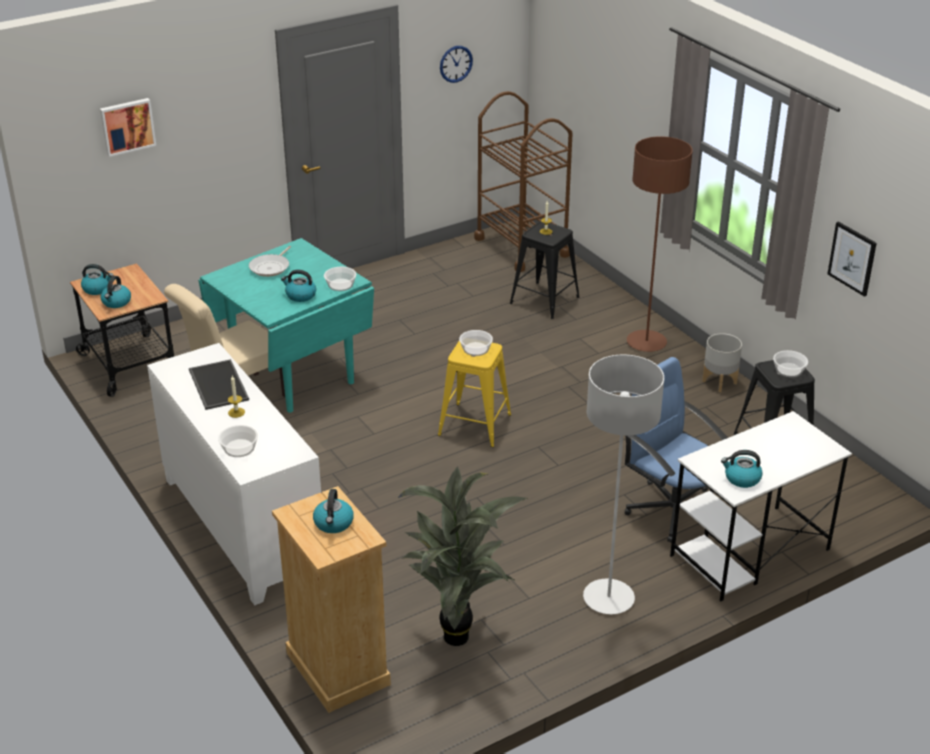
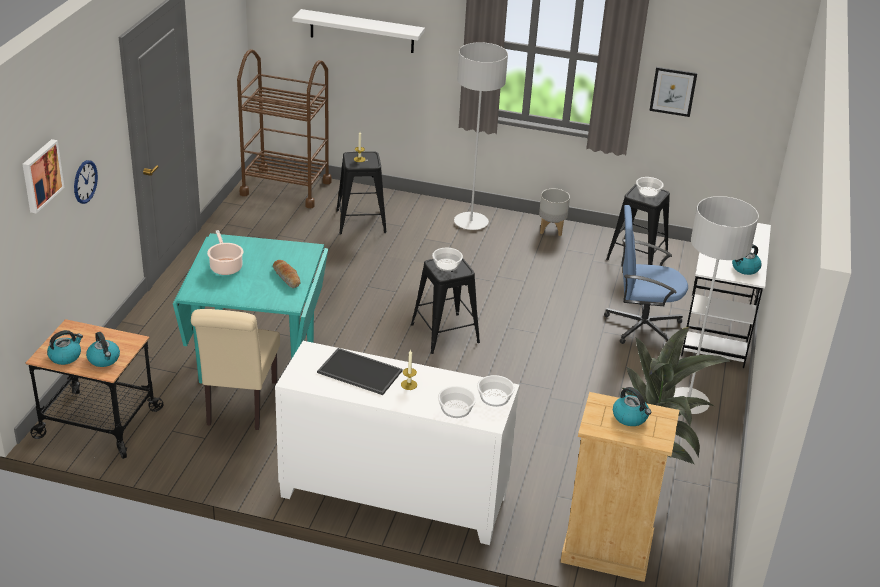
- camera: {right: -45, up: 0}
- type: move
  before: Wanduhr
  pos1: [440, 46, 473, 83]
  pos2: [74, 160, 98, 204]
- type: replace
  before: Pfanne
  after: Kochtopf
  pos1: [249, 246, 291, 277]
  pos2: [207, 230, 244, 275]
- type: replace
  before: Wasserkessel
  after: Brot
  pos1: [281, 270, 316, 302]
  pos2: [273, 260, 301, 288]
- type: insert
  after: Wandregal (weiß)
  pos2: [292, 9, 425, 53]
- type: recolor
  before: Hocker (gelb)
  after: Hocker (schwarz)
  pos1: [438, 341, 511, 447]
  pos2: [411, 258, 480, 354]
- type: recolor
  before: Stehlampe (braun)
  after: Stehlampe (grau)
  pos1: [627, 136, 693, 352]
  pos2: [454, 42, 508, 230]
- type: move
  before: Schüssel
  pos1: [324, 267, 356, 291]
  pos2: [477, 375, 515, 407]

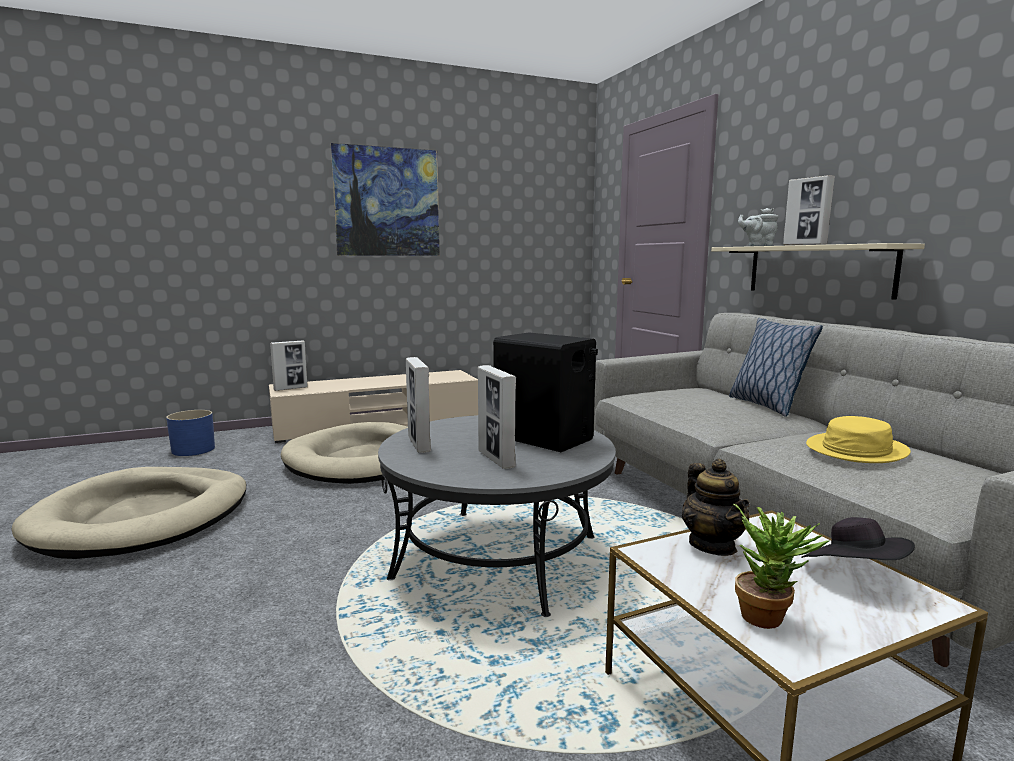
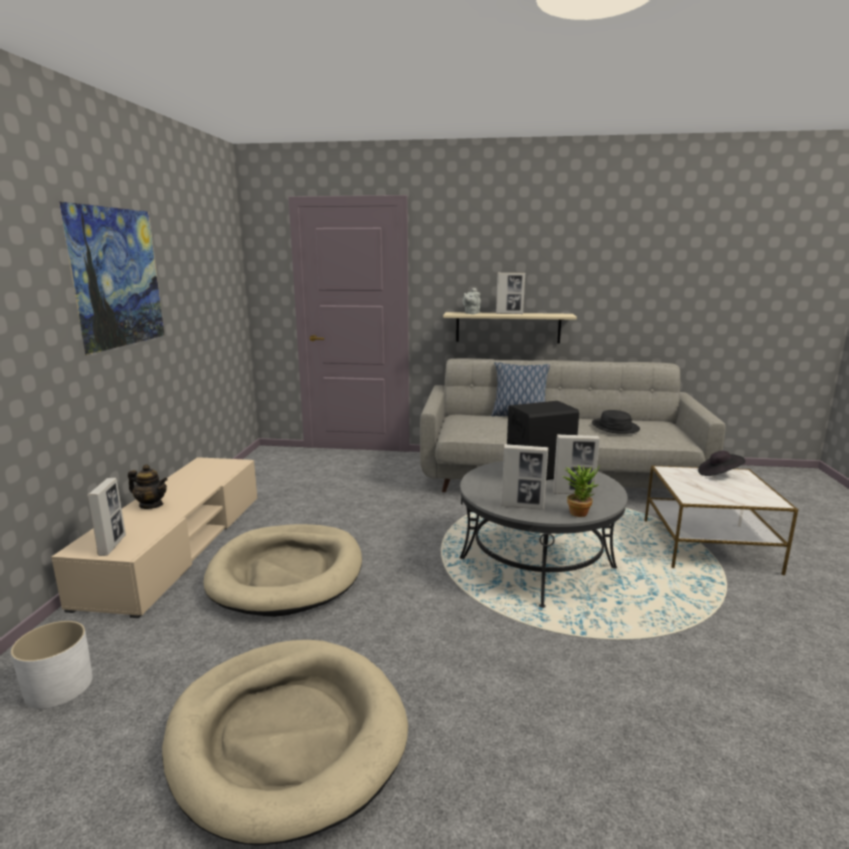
- camera: {right: -60, up: 5}
- type: recolor
  before: Pflanzkübel (blau)
  after: Pflanzkübel (weiß)
  pos1: [166, 410, 215, 456]
  pos2: [11, 621, 93, 709]
- type: move
  before: Teekanne
  pos1: [682, 459, 750, 556]
  pos2: [128, 464, 168, 509]
- type: move
  before: Topfpflanze
  pos1: [733, 504, 830, 629]
  pos2: [562, 465, 599, 517]
- type: recolor
  before: Hut (gelb)
  after: Hut (schwarz)
  pos1: [806, 416, 911, 463]
  pos2: [592, 410, 640, 434]

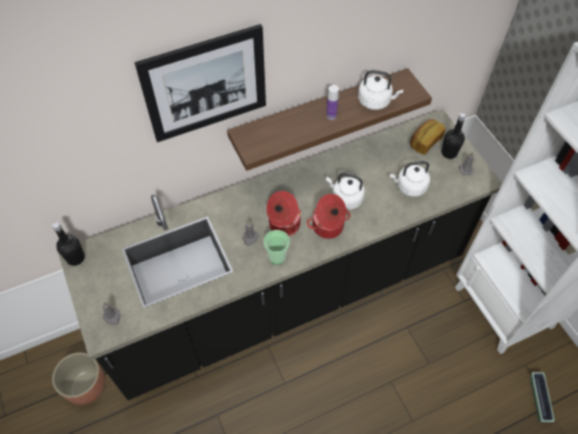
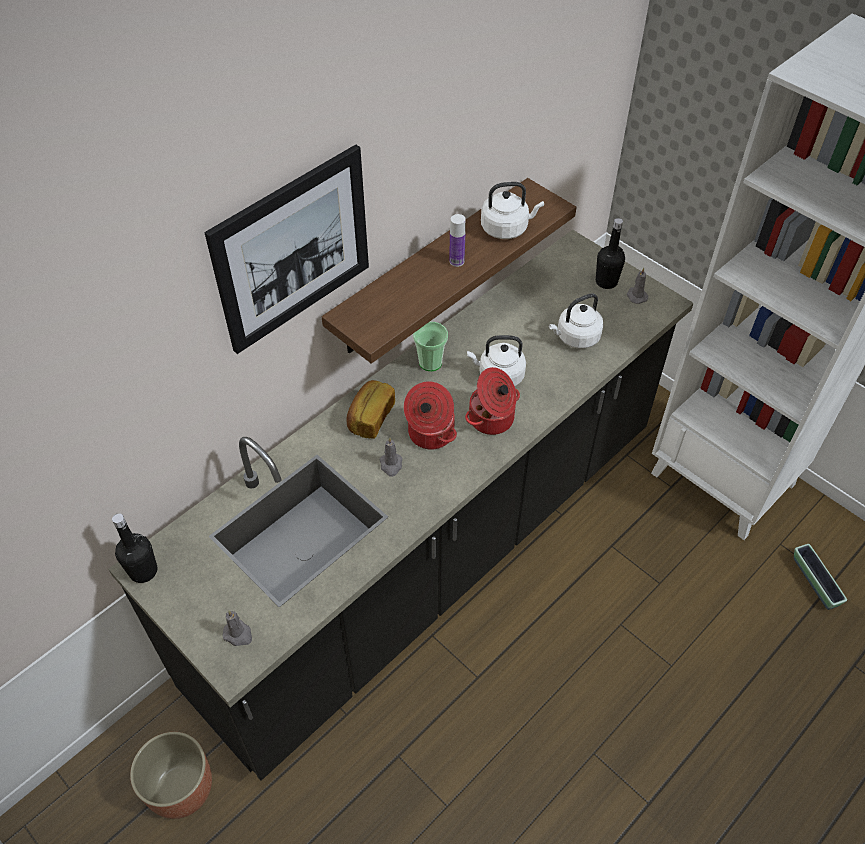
- camera: {right: -20, up: -5}
- type: move
  before: Brot
  pos1: [410, 119, 446, 155]
  pos2: [346, 380, 395, 439]
- type: move
  before: Tasse
  pos1: [264, 230, 290, 264]
  pos2: [413, 322, 448, 371]

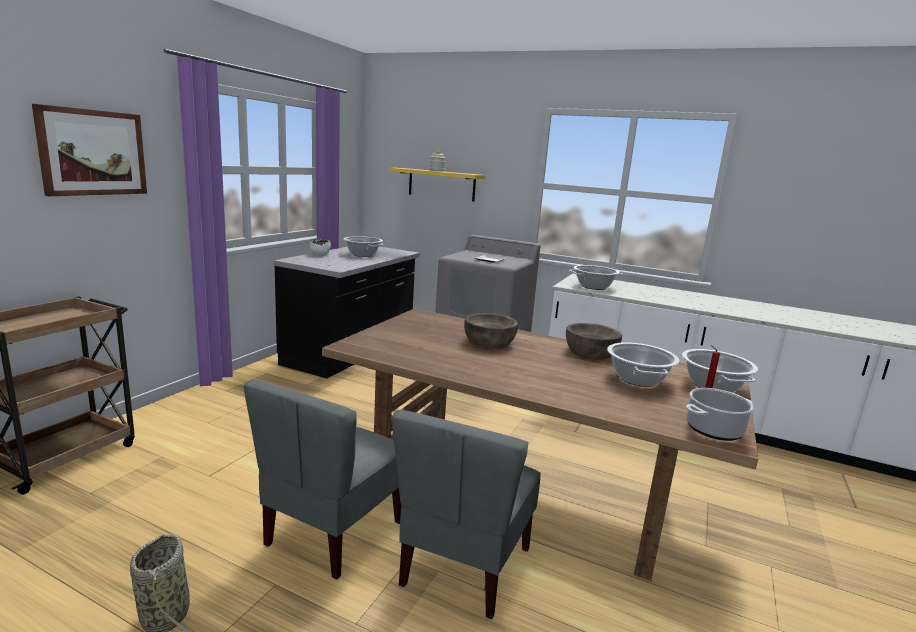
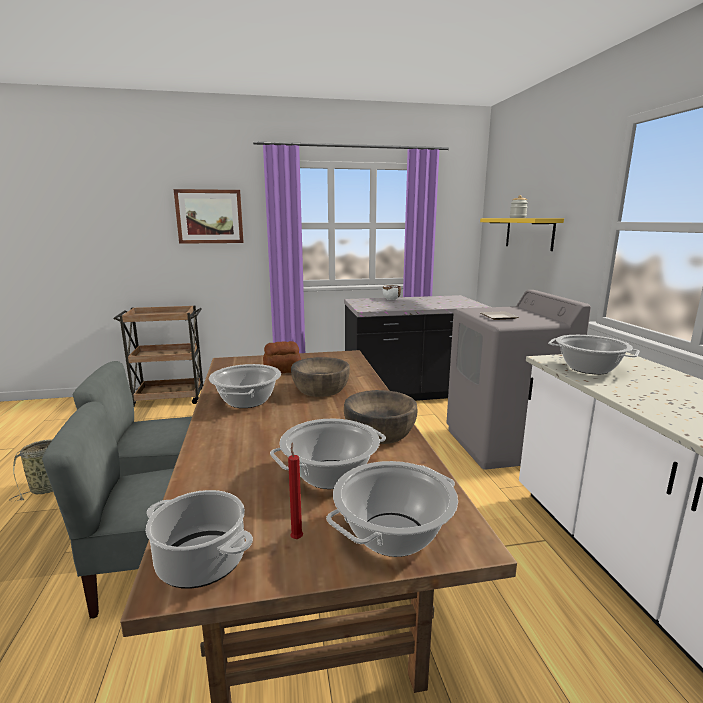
- camera: {right: 55, up: 0}
- type: move
  before: Kochtopf
  pos1: [343, 236, 384, 257]
  pos2: [209, 364, 281, 408]
- type: insert
  after: Brot
  pos2: [263, 341, 301, 374]

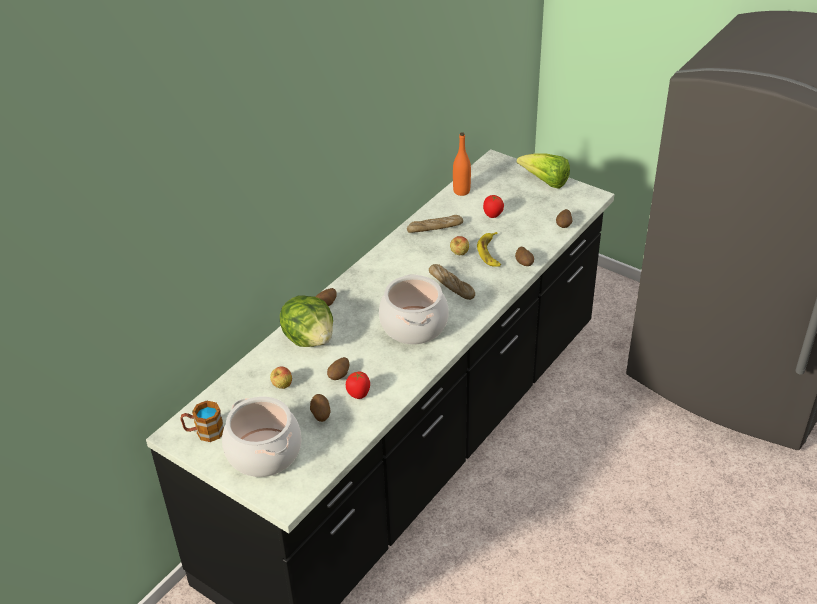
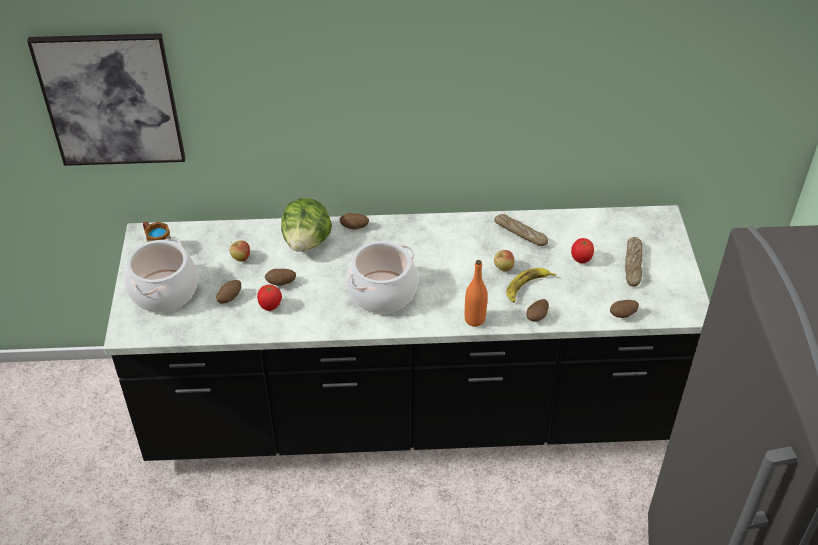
- camera: {right: 50, up: 5}
- type: insert
  after: Bild
  pos2: [27, 33, 185, 166]
- type: move
  before: Flasche (orange)
  pos1: [453, 132, 471, 196]
  pos2: [465, 260, 488, 327]
- type: move
  before: Brot
  pos1: [429, 264, 475, 300]
  pos2: [625, 237, 642, 287]
- type: delete
  before: Salatkopf
  pos1: [517, 153, 570, 189]

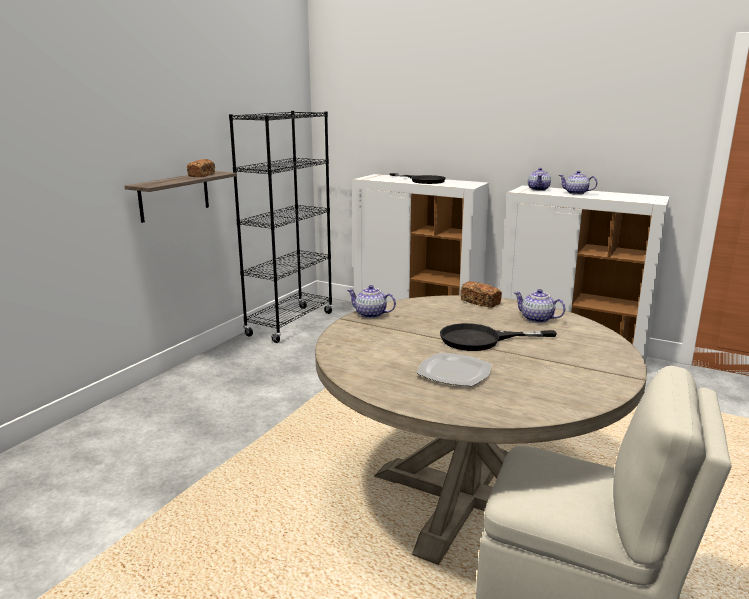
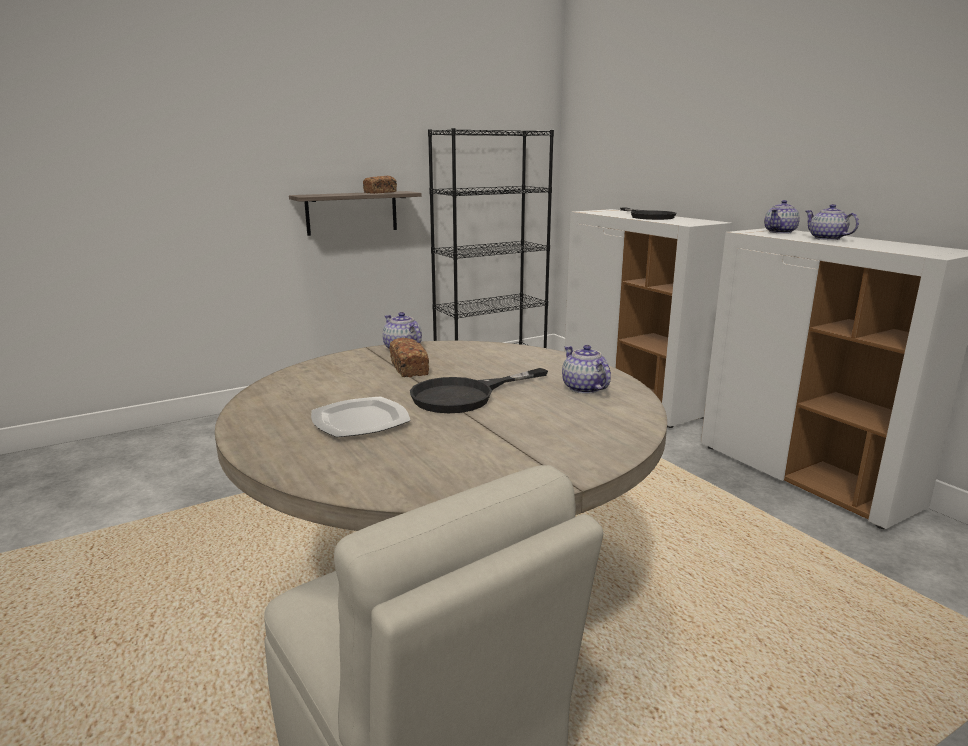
- camera: {right: 30, up: 0}
- type: move
  before: Brot
  pos1: [461, 281, 502, 308]
  pos2: [389, 338, 429, 377]
- type: rotate
  before: Pfanne (schwarz)
  pos1: [440, 323, 557, 351]
  pos2: [410, 368, 548, 413]
  turn: -60

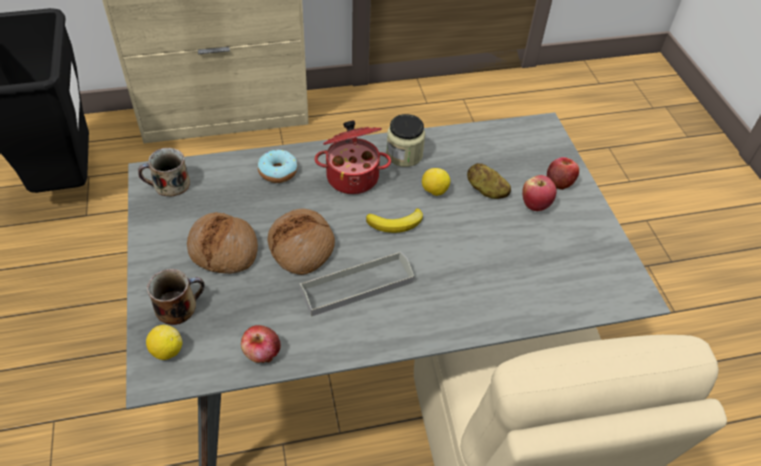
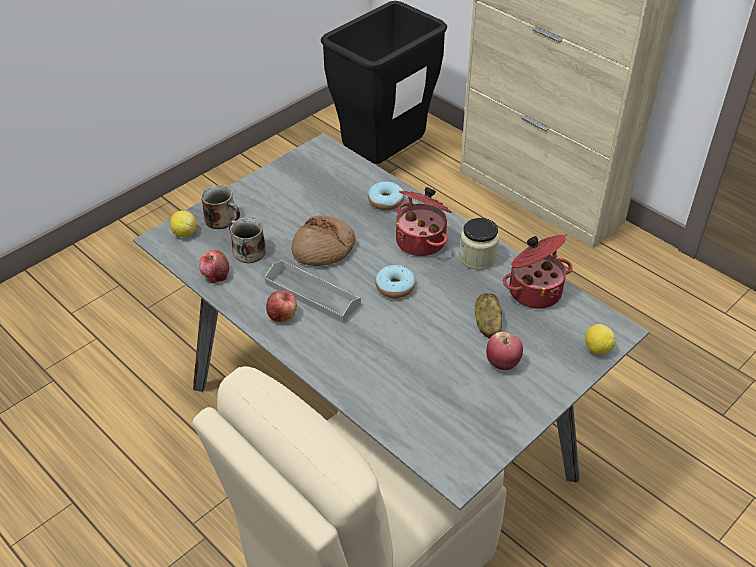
- camera: {right: 60, up: -5}
- type: move
  before: Henkelbecher
  pos1: [138, 148, 190, 197]
  pos2: [229, 217, 266, 263]
- type: move
  before: Apfel
  pos1: [547, 157, 579, 190]
  pos2: [266, 291, 297, 322]
- type: replace
  before: Banane
  after: Donut
  pos1: [366, 208, 423, 233]
  pos2: [375, 265, 415, 298]
- type: insert
  after: Kochtopf
  pos2: [503, 235, 573, 309]
- type: move
  before: Zitrone
  pos1: [422, 168, 450, 196]
  pos2: [585, 324, 615, 354]
- type: delete
  before: Brot
  pos1: [187, 212, 258, 274]

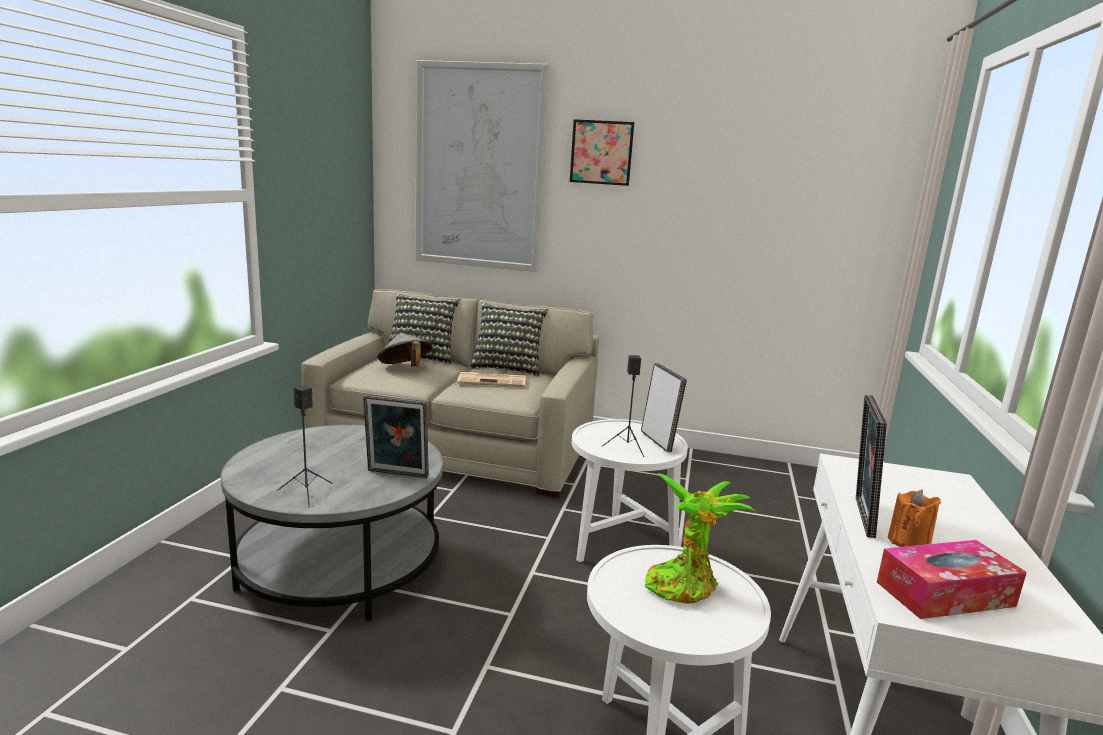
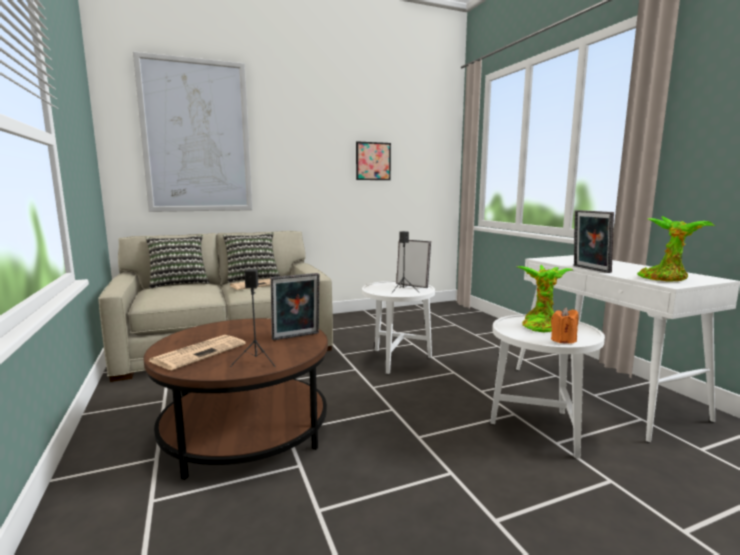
- camera: {right: -35, up: -5}
- type: recolor
  before: Couchtisch (grau)
  after: Couchtisch (braun)
  pos1: [221, 425, 443, 621]
  pos2: [143, 318, 328, 480]
- type: insert
  after: Zeitung
  pos2: [149, 335, 246, 370]
- type: move
  before: Bild
  pos1: [570, 119, 634, 186]
  pos2: [356, 141, 391, 180]
- type: move
  before: Kerze (orange)
  pos1: [888, 490, 941, 547]
  pos2: [551, 308, 579, 344]
- type: replace
  before: Taschentuchbox
  after: Topfpflanze
  pos1: [877, 540, 1027, 619]
  pos2: [637, 216, 715, 282]
- type: delete
  before: Hut (grau)
  pos1: [378, 333, 432, 367]

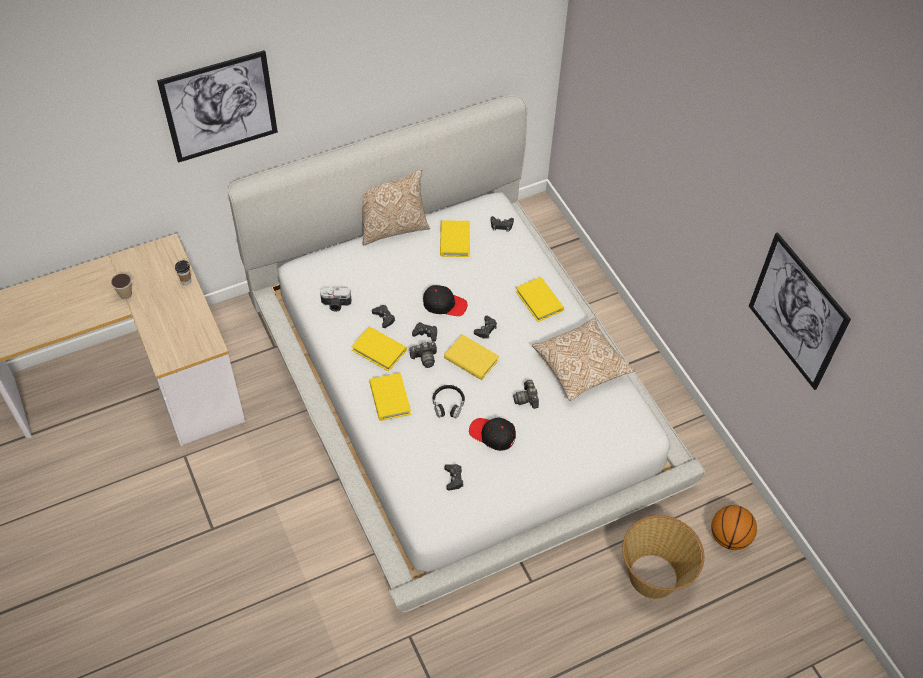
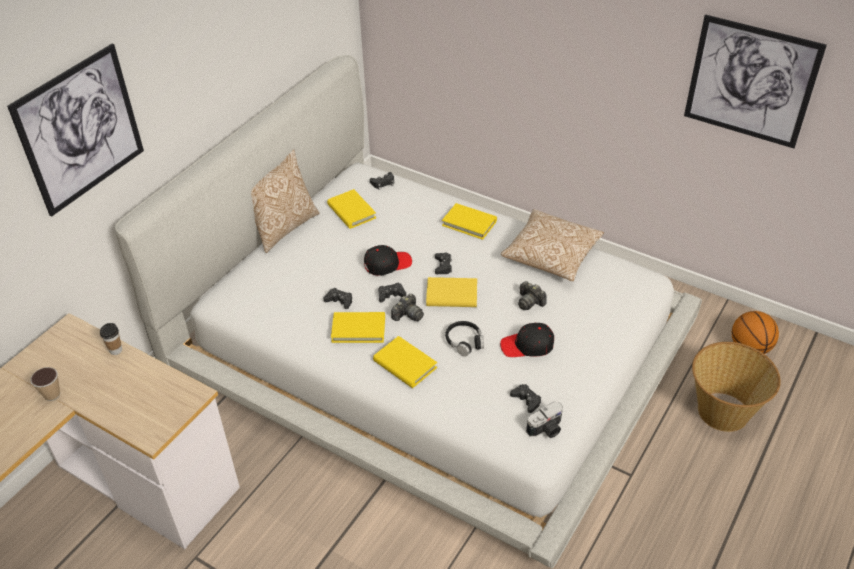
- camera: {right: -30, up: -10}
- type: move
  before: Kamera
  pos1: [320, 287, 352, 312]
  pos2: [526, 402, 563, 438]

